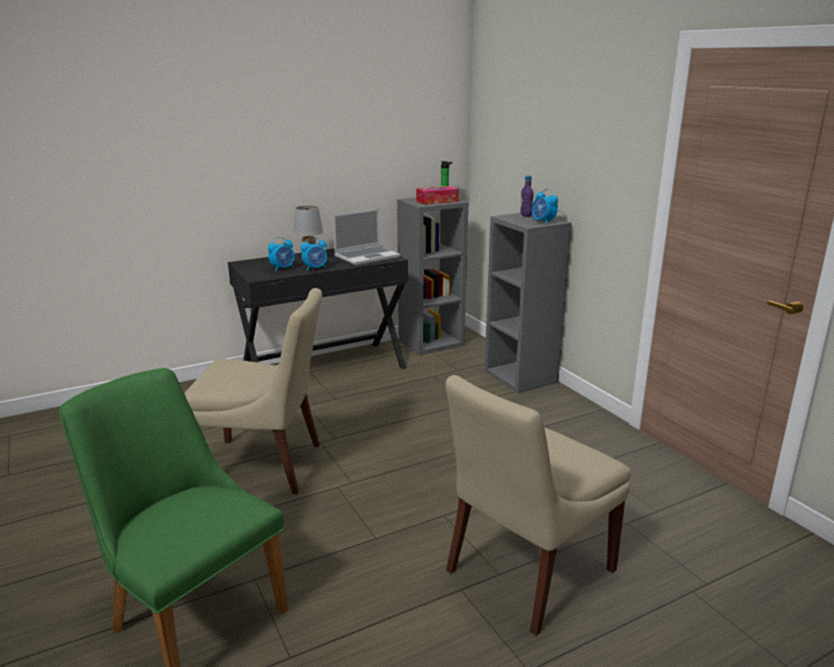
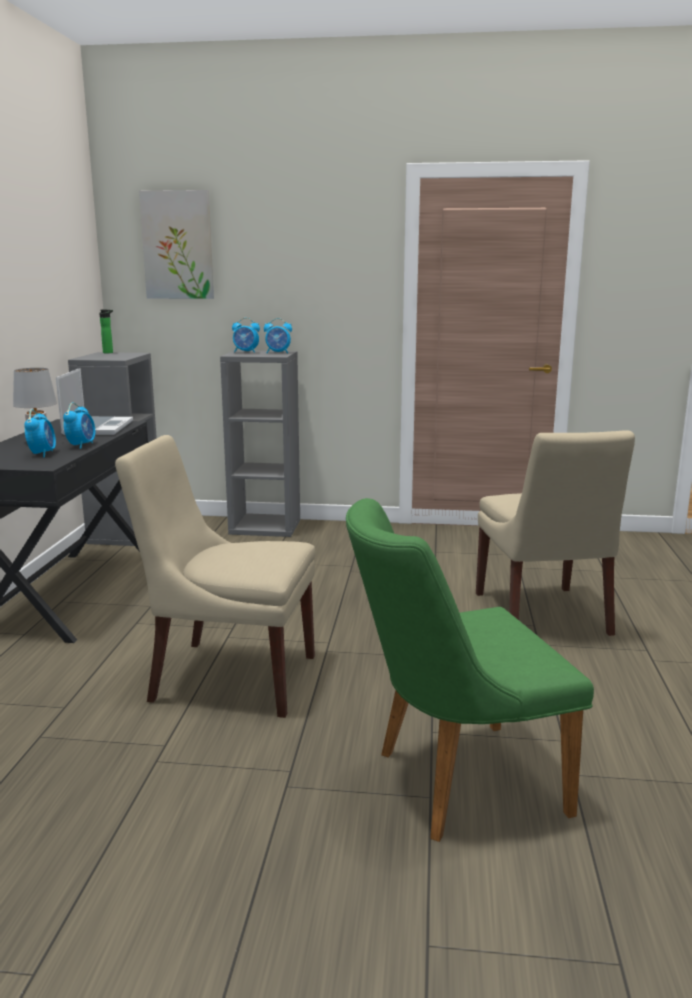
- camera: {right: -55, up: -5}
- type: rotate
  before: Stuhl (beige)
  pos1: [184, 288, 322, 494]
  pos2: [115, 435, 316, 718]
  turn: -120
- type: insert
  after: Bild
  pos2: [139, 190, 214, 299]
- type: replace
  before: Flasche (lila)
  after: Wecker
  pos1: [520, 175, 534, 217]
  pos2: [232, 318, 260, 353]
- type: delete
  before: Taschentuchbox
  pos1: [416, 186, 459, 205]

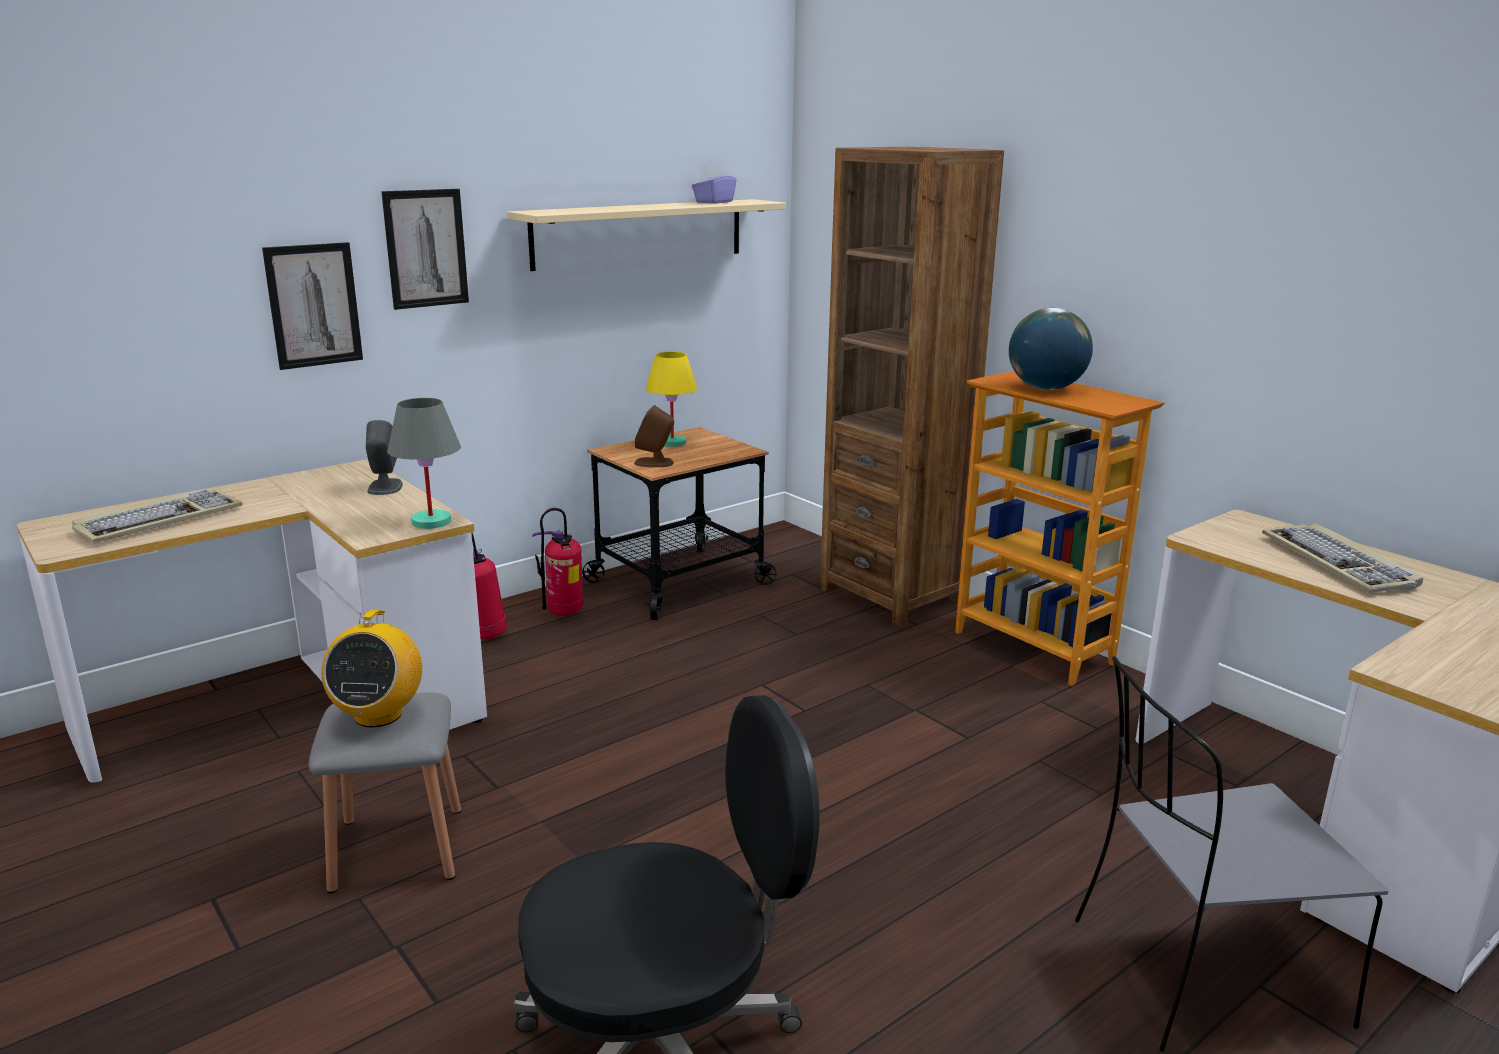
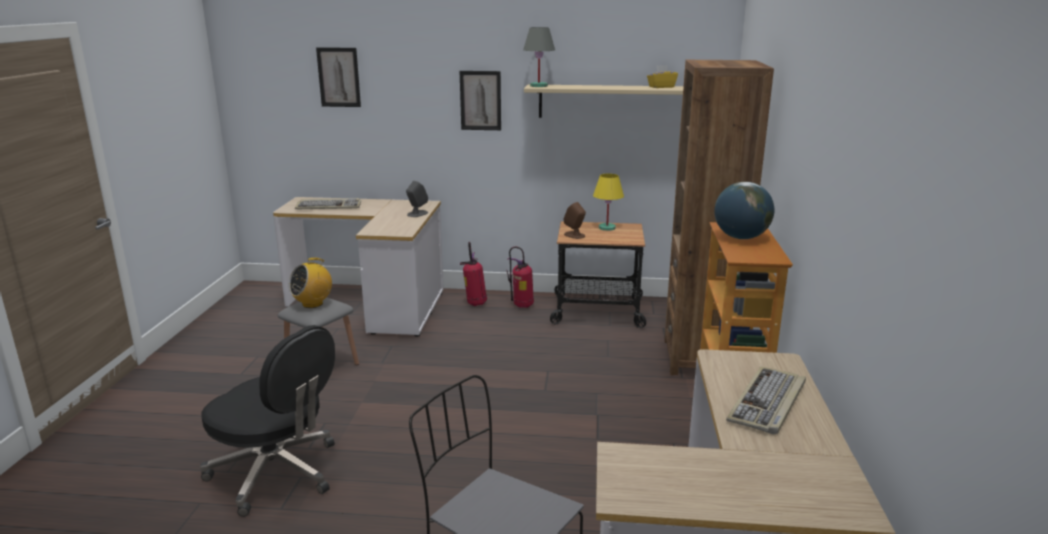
- camera: {right: 45, up: 0}
- type: move
  before: Bild
  pos1: [262, 242, 363, 370]
  pos2: [316, 47, 361, 107]
- type: move
  before: Tischlampe (grau)
  pos1: [387, 398, 461, 529]
  pos2: [523, 27, 555, 87]
- type: recolor
  before: Taschentuchbox (lila)
  after: Taschentuchbox (gelb)
  pos1: [692, 167, 737, 204]
  pos2: [647, 65, 678, 88]

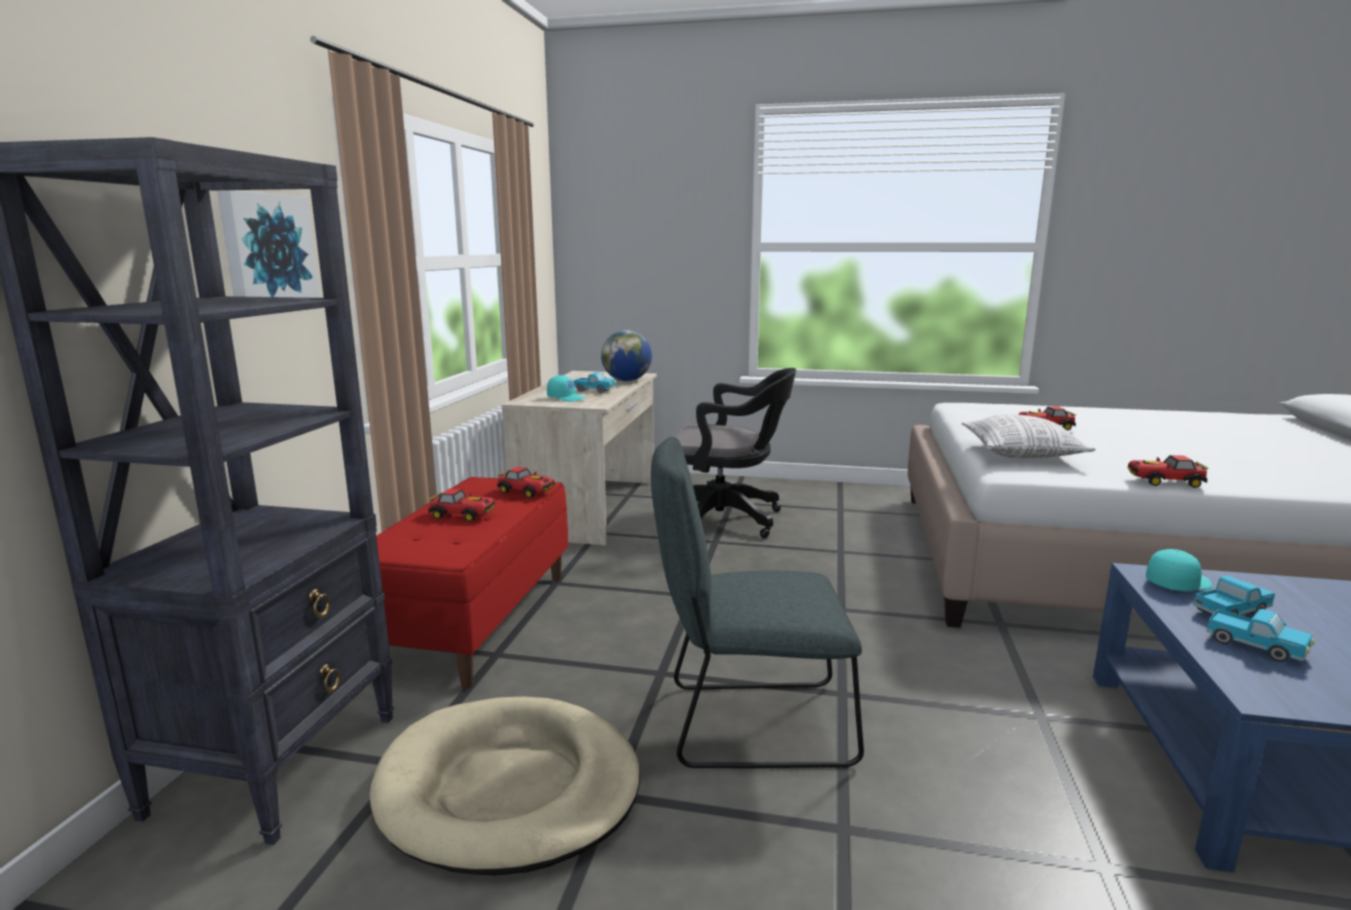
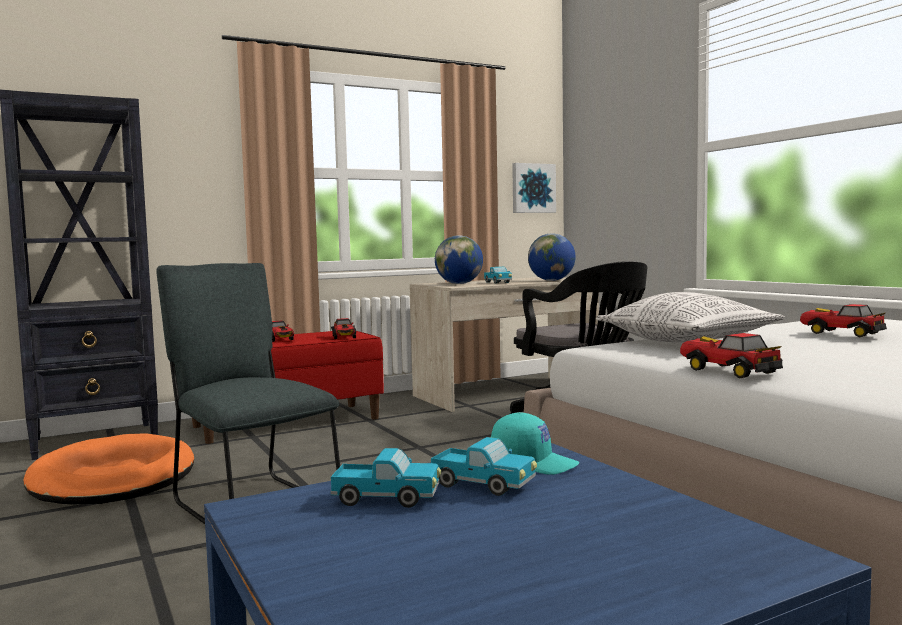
- camera: {right: 50, up: -10}
- type: recolor
  before: Hundebett (beige)
  after: Hundebett (orange)
  pos1: [370, 697, 640, 876]
  pos2: [23, 434, 194, 504]
- type: rotate
  before: Spielzeuglaster
  pos1: [1206, 609, 1315, 662]
  pos2: [331, 448, 441, 508]
  turn: -90
- type: replace
  before: Kappe (türkis)
  after: Globus
  pos1: [547, 375, 586, 402]
  pos2: [435, 235, 483, 284]
- type: move
  before: Bild
  pos1: [217, 190, 320, 298]
  pos2: [512, 163, 556, 213]

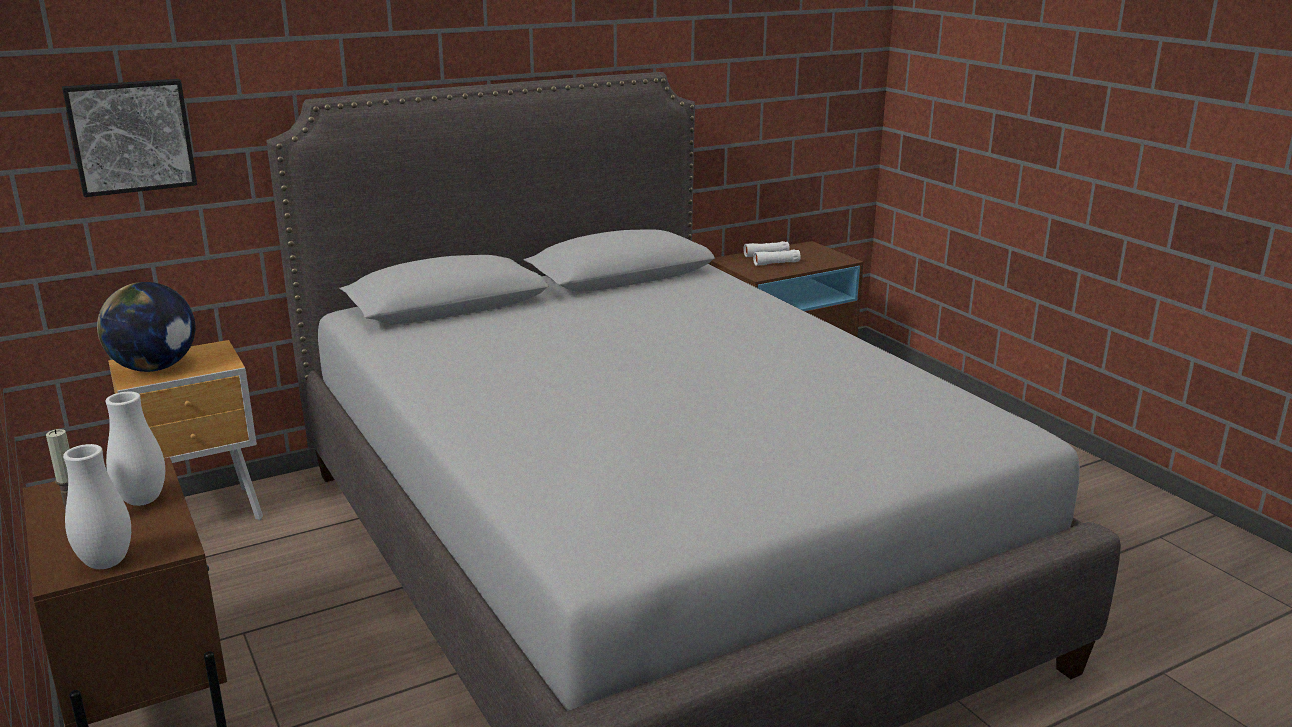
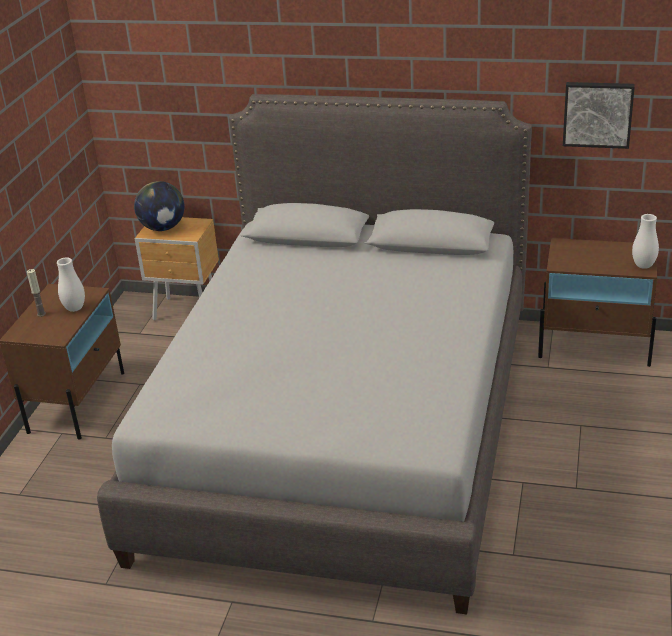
- camera: {right: 45, up: 10}
- type: move
  before: Bild
  pos1: [62, 79, 197, 197]
  pos2: [563, 82, 635, 149]
- type: move
  before: Vase (weiß)
  pos1: [63, 444, 131, 569]
  pos2: [632, 214, 659, 269]
- type: delete
  before: Fernglas (weiß)
  pos1: [743, 241, 801, 266]

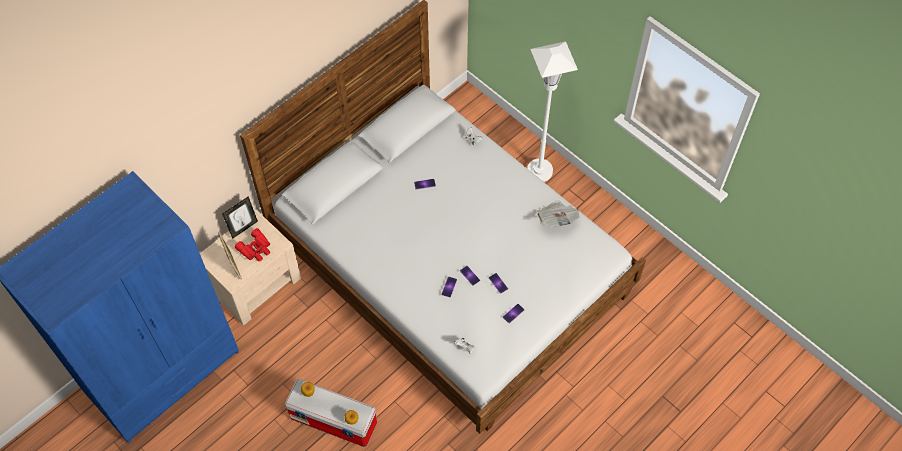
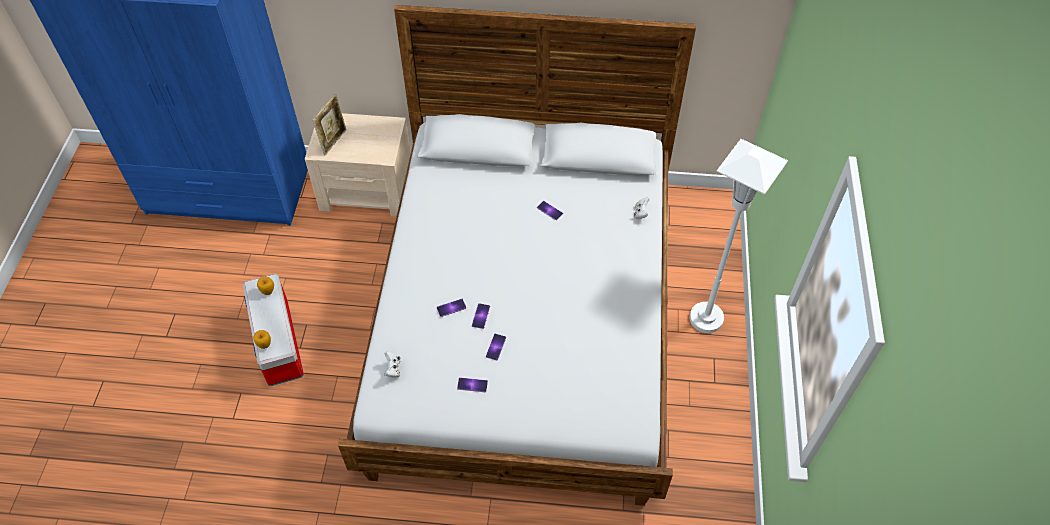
- camera: {right: 50, up: -5}
- type: delete
  before: Bilderrahmen
  pos1: [222, 196, 258, 239]
- type: delete
  before: Fernglas (rot)
  pos1: [235, 228, 270, 262]
- type: delete
  before: Zeitung
  pos1: [537, 200, 579, 228]

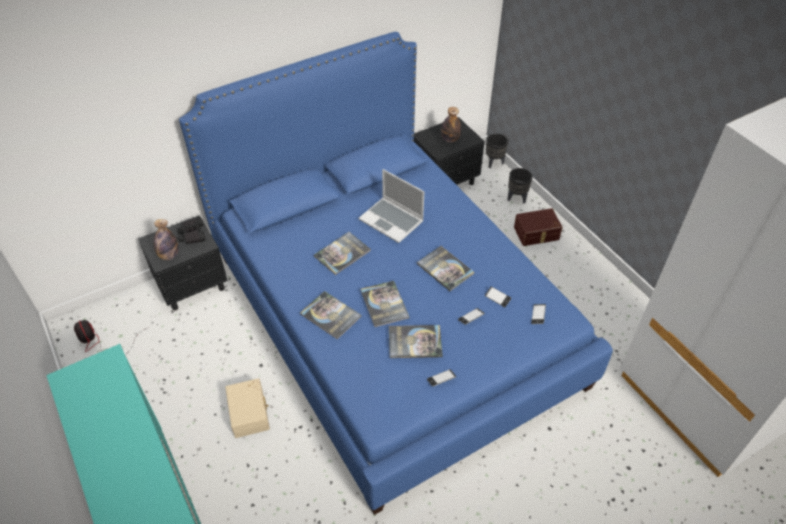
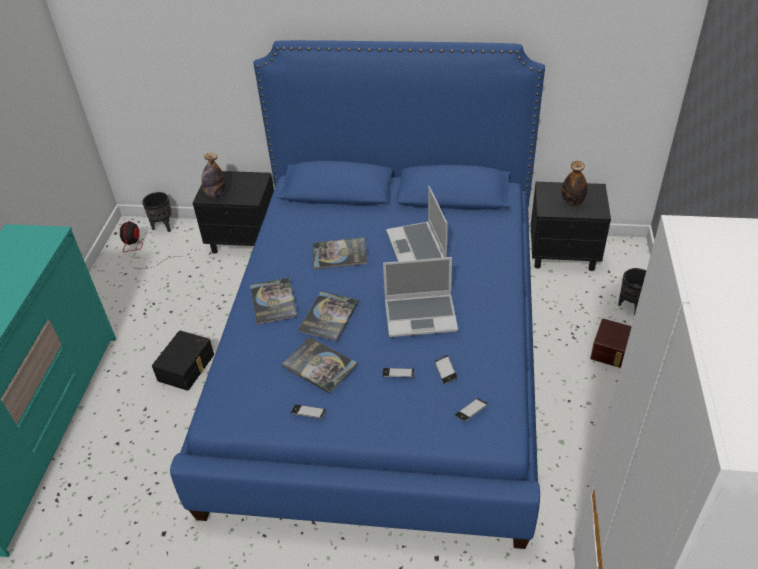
- camera: {right: 40, up: -5}
- type: move
  before: Pflanzkübel (schwarz)
  pos1: [486, 133, 508, 168]
  pos2: [142, 192, 172, 232]
- type: recolor
  before: Aufbewahrungsbox (beige)
  after: Aufbewahrungsbox (schwarz)
  pos1: [225, 378, 270, 438]
  pos2: [152, 330, 214, 391]
- type: replace
  before: Buch
  after: Laptop
  pos1: [417, 246, 474, 291]
  pos2: [383, 257, 458, 337]
- type: delete
  before: Fernglas (schwarz)
  pos1: [177, 217, 206, 244]

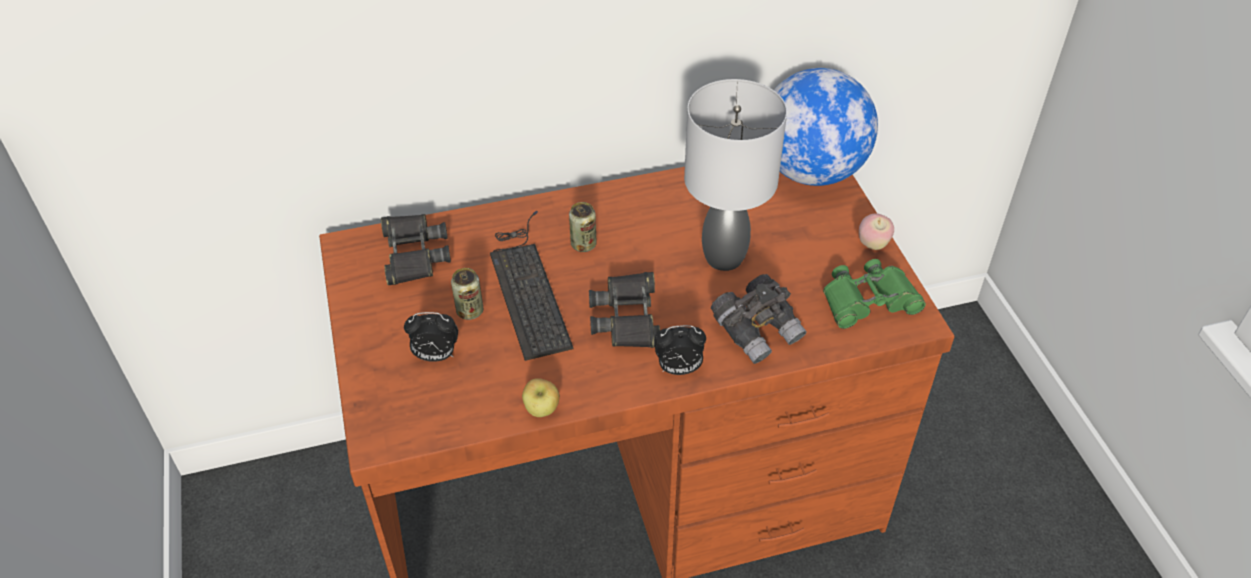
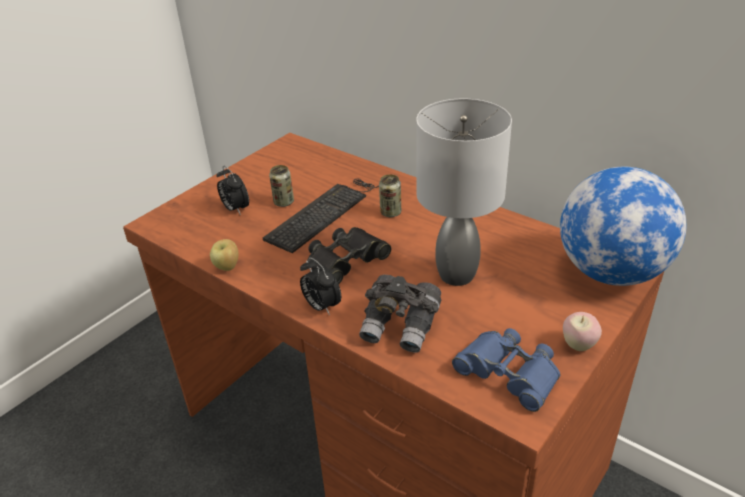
- camera: {right: 55, up: -10}
- type: recolor
  before: Fernglas (grün)
  after: Fernglas (blau)
  pos1: [823, 259, 926, 329]
  pos2: [452, 328, 561, 412]
- type: delete
  before: Fernglas (schwarz)
  pos1: [381, 214, 451, 285]

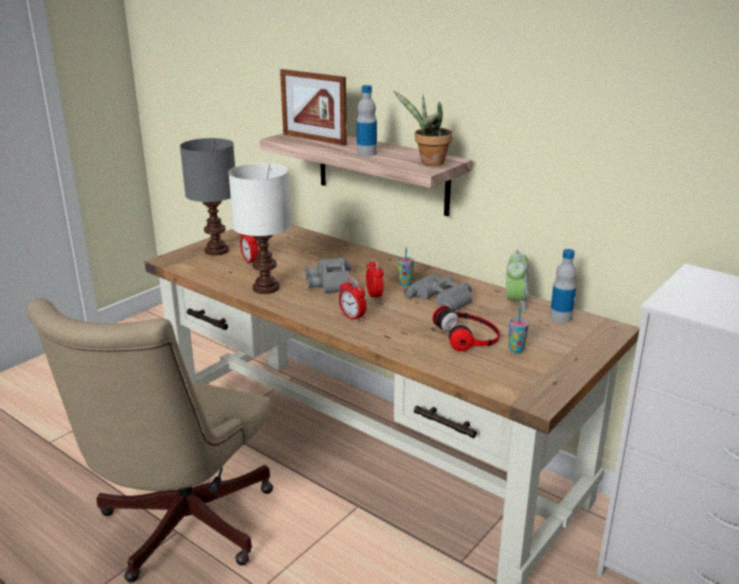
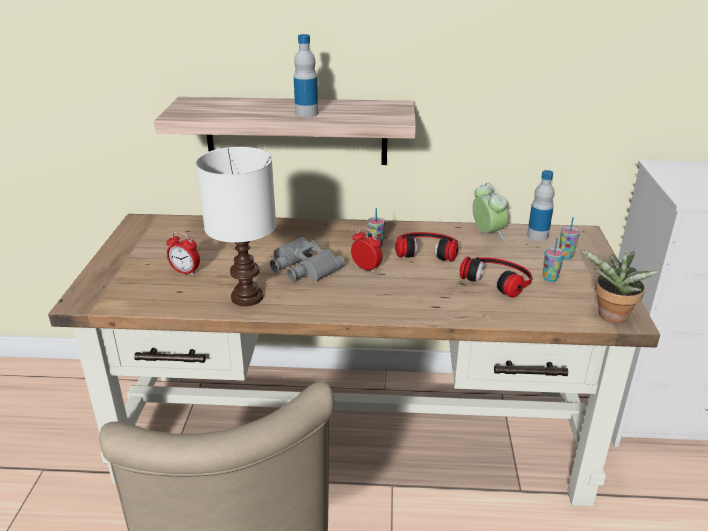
- camera: {right: -35, up: 5}
- type: replace
  before: Fernglas (grau)
  after: Kopfhörer
  pos1: [404, 273, 473, 311]
  pos2: [395, 232, 458, 262]
- type: insert
  after: Tasse
  pos2: [559, 217, 580, 259]
- type: move
  before: Topfpflanze
  pos1: [393, 90, 453, 166]
  pos2: [580, 249, 661, 323]
- type: delete
  before: Tischlampe (grau)
  pos1: [180, 138, 235, 255]
- type: delete
  before: Bilderrahmen
  pos1: [280, 69, 347, 146]
- type: delete
  before: Wecker
  pos1: [339, 277, 366, 322]

